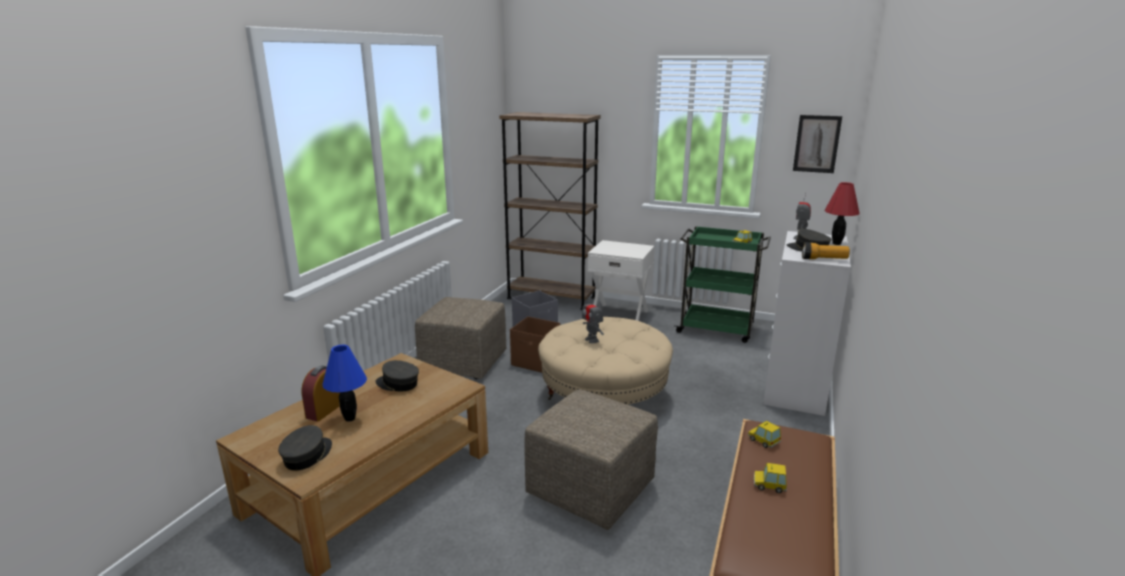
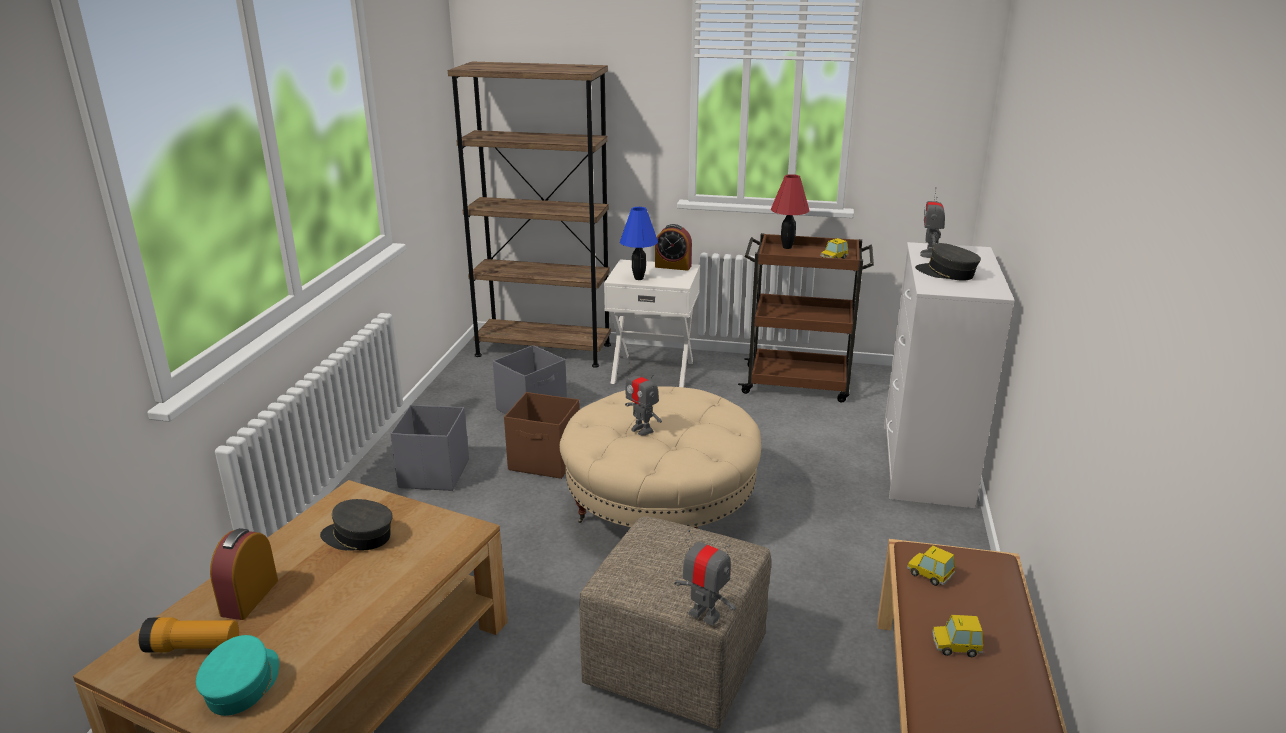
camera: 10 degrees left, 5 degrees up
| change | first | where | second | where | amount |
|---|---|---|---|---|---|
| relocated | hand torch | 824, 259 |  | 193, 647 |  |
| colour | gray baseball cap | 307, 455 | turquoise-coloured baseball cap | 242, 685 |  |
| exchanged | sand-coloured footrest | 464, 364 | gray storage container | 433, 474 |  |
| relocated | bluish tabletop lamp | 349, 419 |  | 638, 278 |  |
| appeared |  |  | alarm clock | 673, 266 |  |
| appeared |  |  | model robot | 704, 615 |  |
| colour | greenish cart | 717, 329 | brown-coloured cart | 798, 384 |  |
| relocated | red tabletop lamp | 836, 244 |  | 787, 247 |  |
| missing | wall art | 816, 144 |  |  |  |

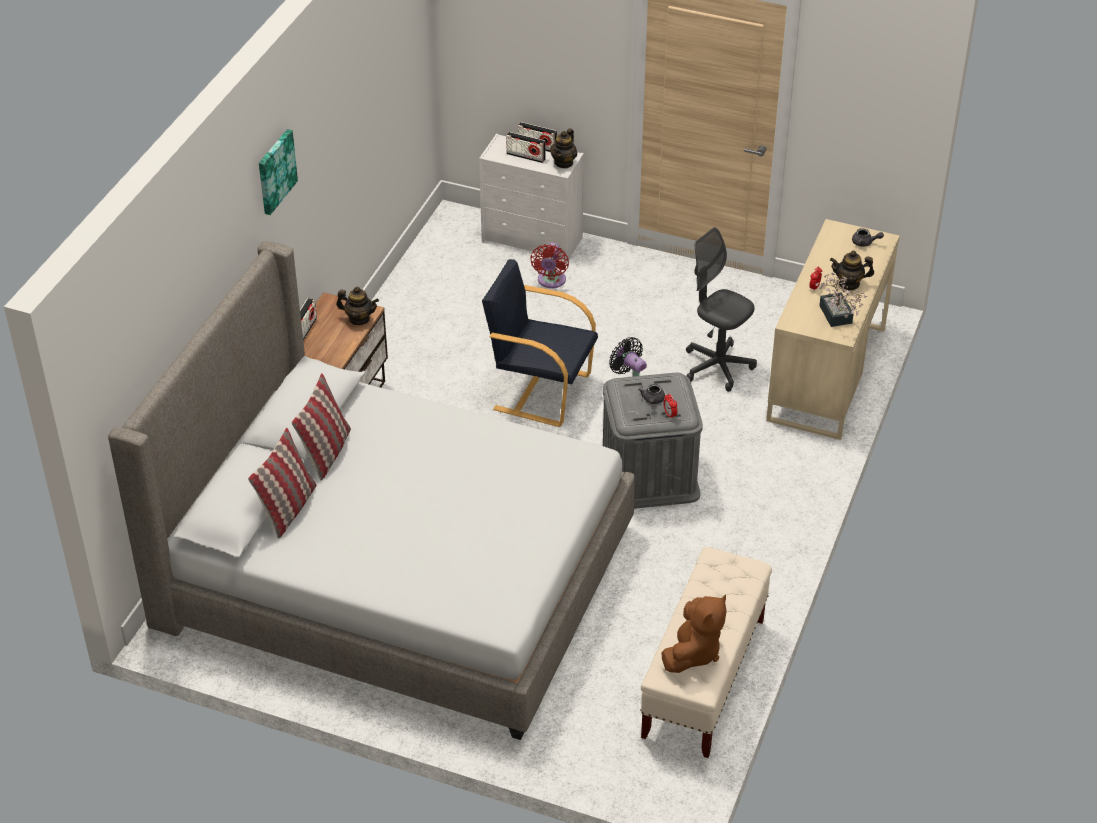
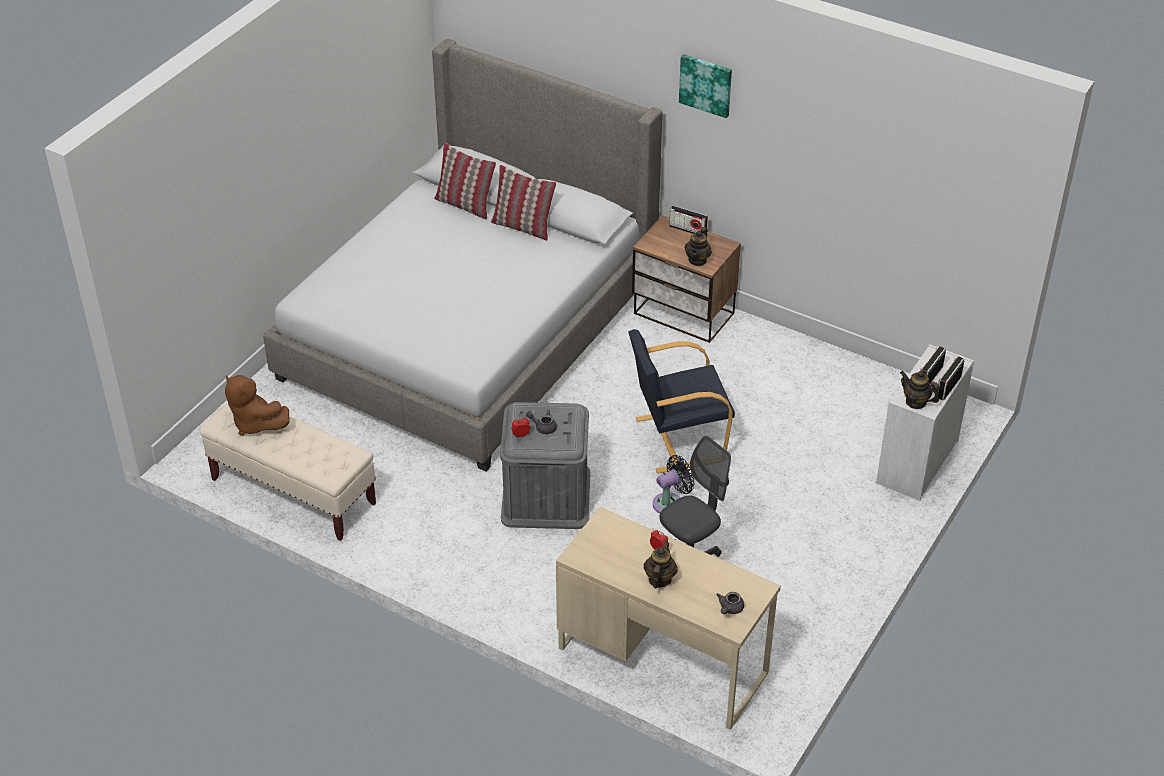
camera: 100 degrees right, 0 degrees up
| change | first | where | second | where | amount |
|---|---|---|---|---|---|
| spun | blackish lounge chair | 540, 391 |  | 677, 439 | 135 degrees counterclockwise |
| missing | red fan | 551, 281 |  |  |  |
| missing | potted plant | 836, 317 |  |  |  |

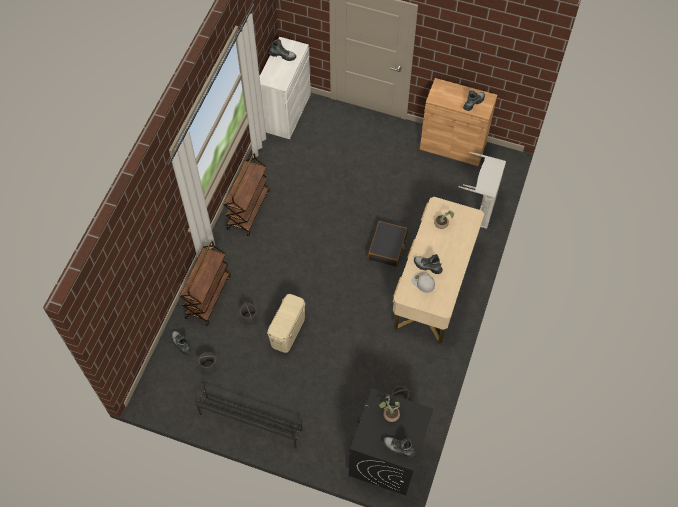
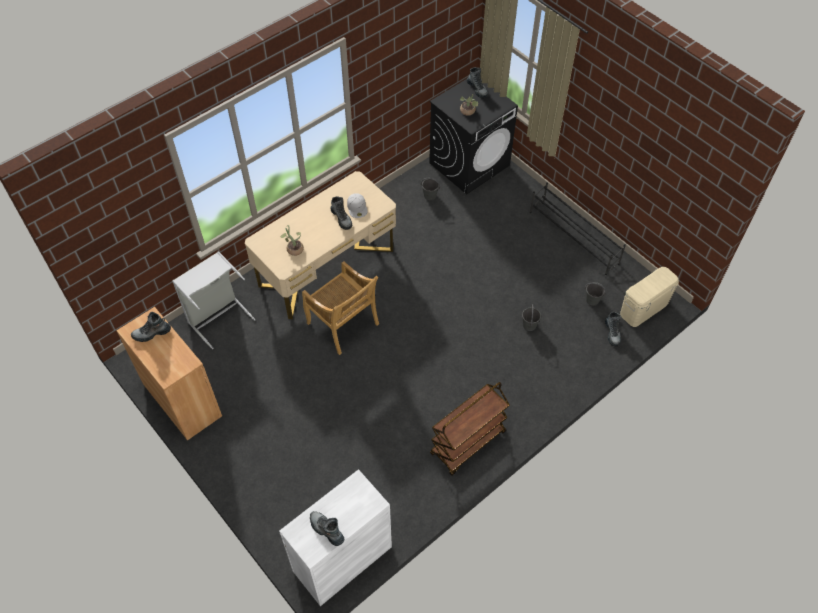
camera: 150 degrees left, 5 degrees down
| change | first | where | second | where | amount |
|---|---|---|---|---|---|
| exchanged | blackish suitcase | 387, 247 | sand-coloured upright chair | 343, 325 |  |
| relocated | sand-coloured storage container | 287, 331 |  | 644, 308 |  |
| missing | brown-coloured cart | 208, 296 |  |  |  |

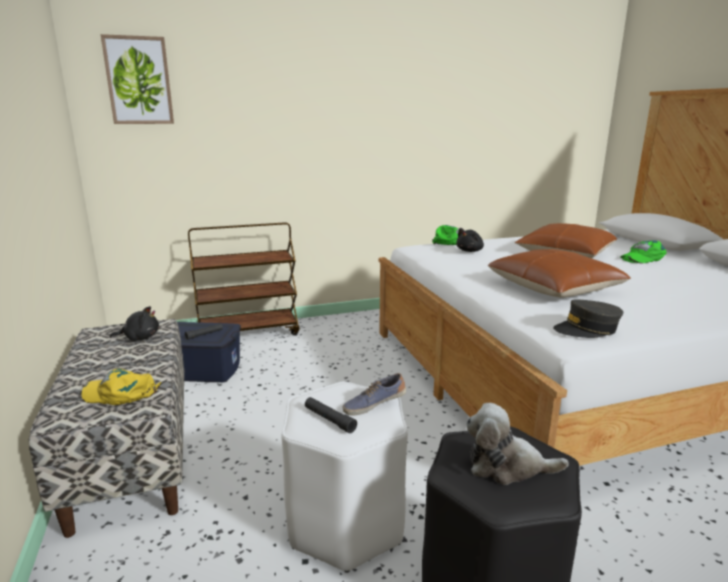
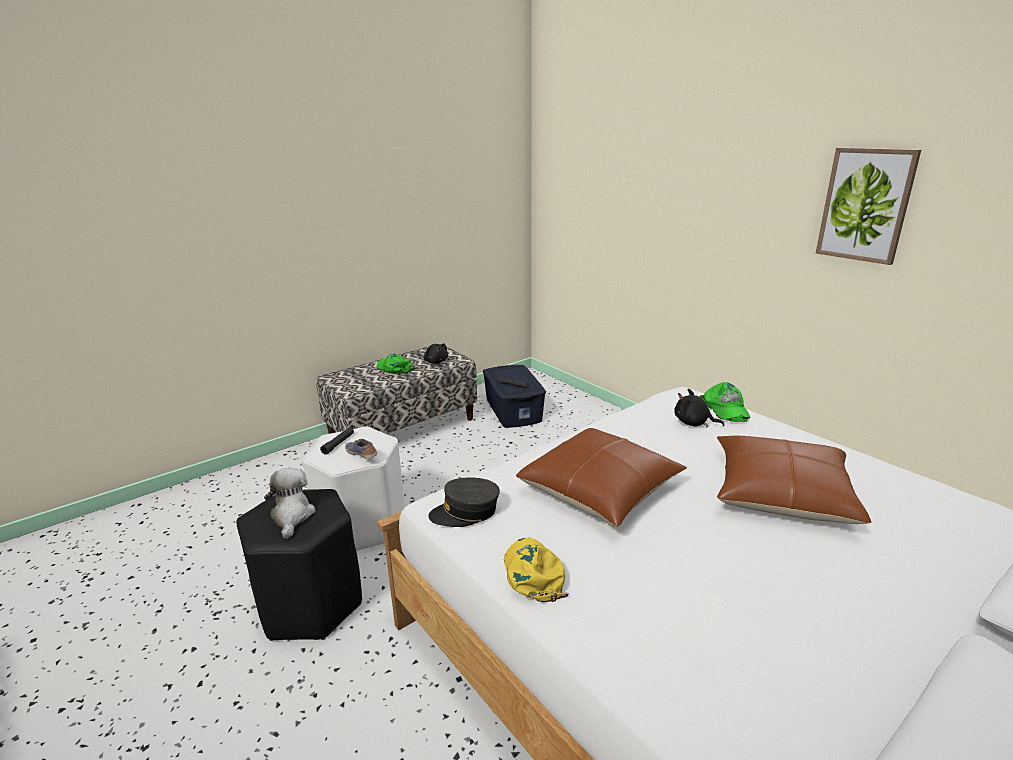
camera: 70 degrees right, 5 degrees up
| change | first | where | second | where | amount |
|---|---|---|---|---|---|
| relocated | greenish baseball cap | 642, 258 |  | 394, 368 |  |
| spun | gray baseball cap | 587, 329 |  | 465, 512 | 75 degrees counterclockwise |
| relocated | yellow-coloured baseball cap | 120, 393 |  | 533, 573 |  |
| relocated | wall art | 139, 81 |  | 865, 205 |  |
| missing | brown-coloured cart | 248, 332 |  |  |  |

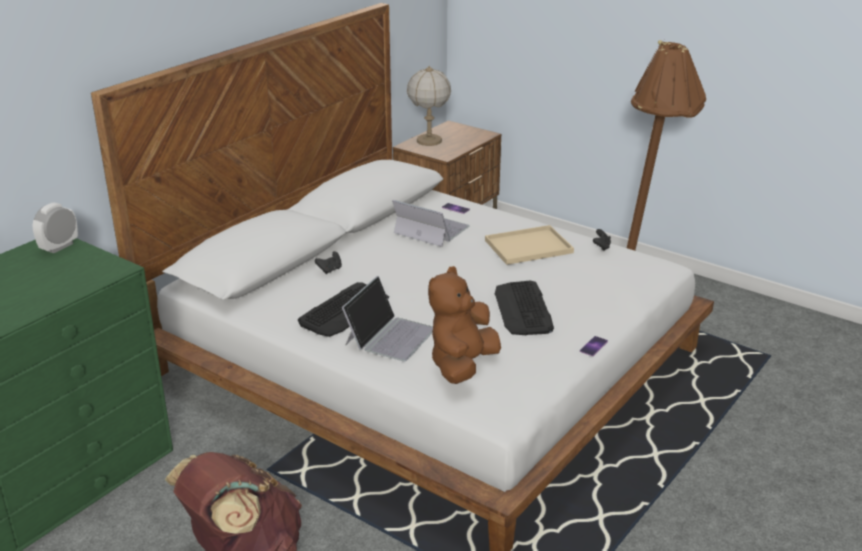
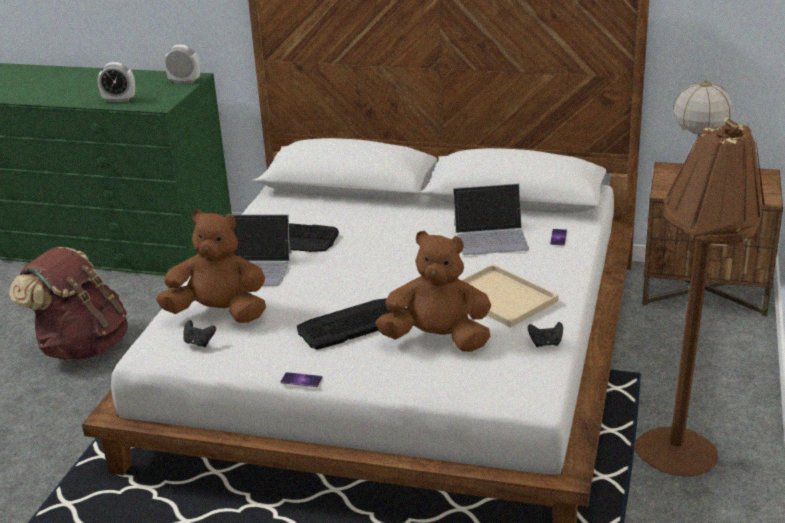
camera: 70 degrees right, 0 degrees up
| change | first | where | second | where | amount |
|---|---|---|---|---|---|
| appeared |  |  | alarm clock | 119, 100 |  |
| relocated | blackish game controller | 330, 270 |  | 199, 343 |  |
| appeared |  |  | brown-coloured plush toy | 437, 340 |  |
| spun | laptop | 431, 230 |  | 491, 237 | 75 degrees clockwise |

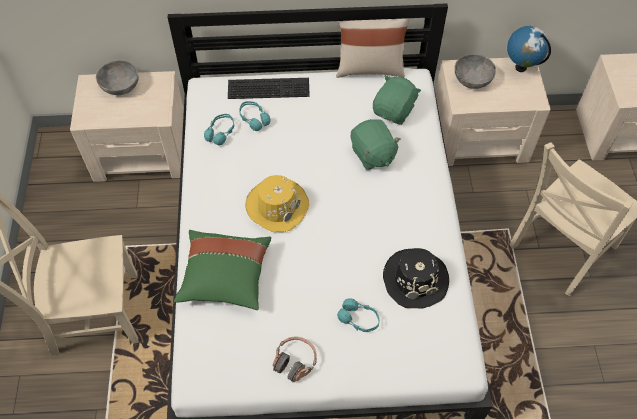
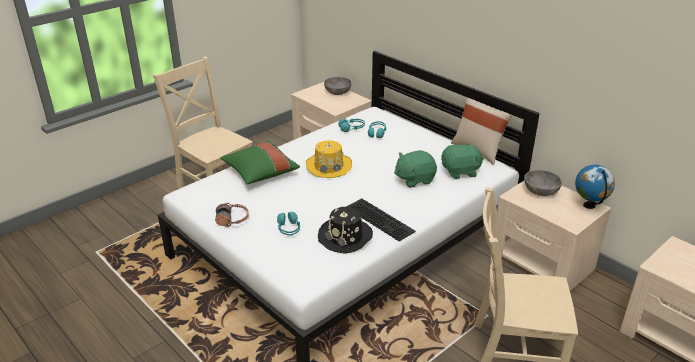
camera: 50 degrees right, 25 degrees down
| change | first | where | second | where | amount |
|---|---|---|---|---|---|
| relocated | keyboard | 269, 87 |  | 381, 219 |  |
| spun | greenish plush toy | 372, 154 |  | 414, 179 | 45 degrees clockwise |

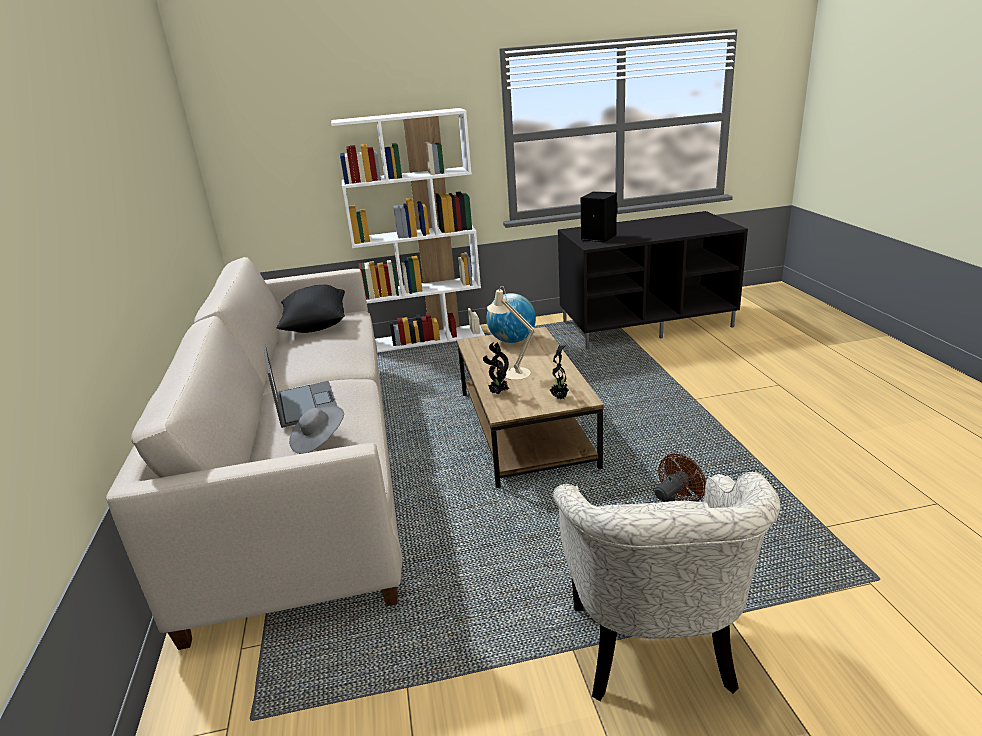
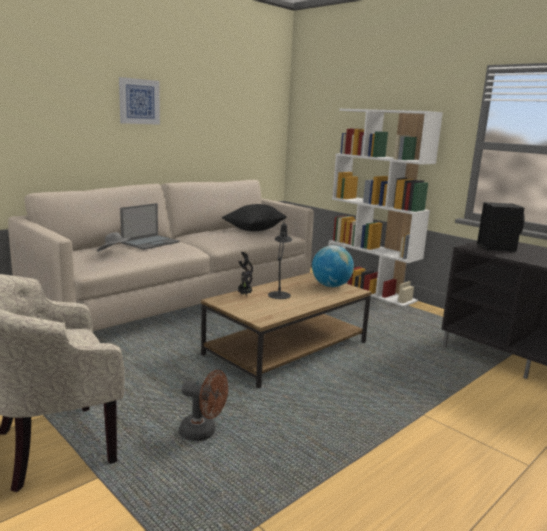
camera: 55 degrees right, 10 degrees down
| change | first | where | second | where | amount |
|---|---|---|---|---|---|
| appeared |  |  | wall art | 139, 101 |  |
| colour | sand-coloured tabletop lamp | 513, 372 | blackish tabletop lamp | 279, 294 |  |
| missing | potted plant | 560, 398 |  |  |  |

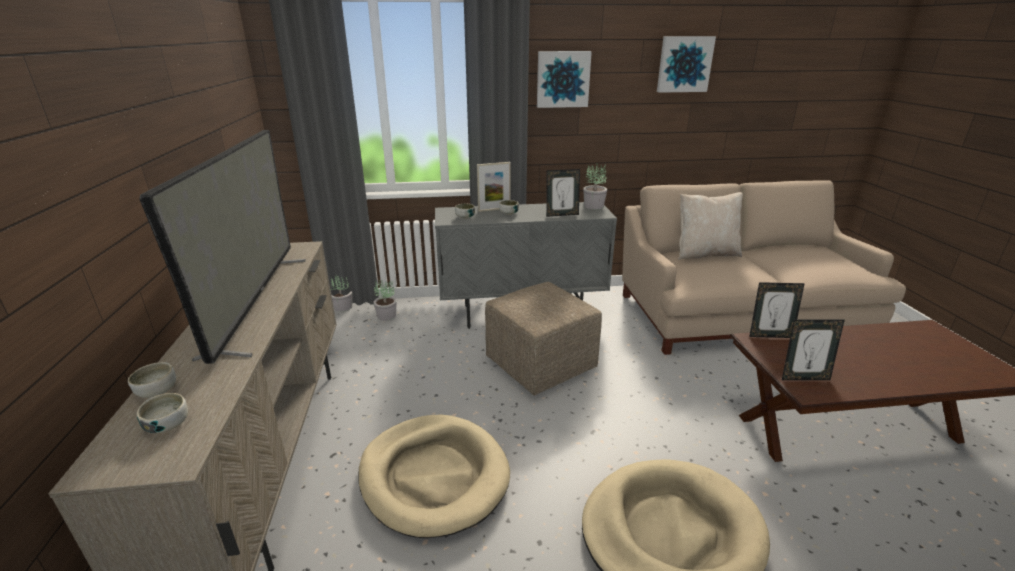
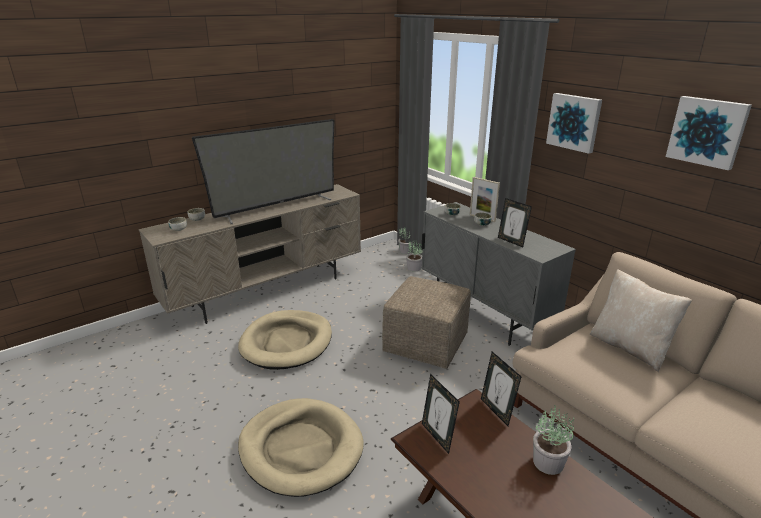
camera: 60 degrees right, 0 degrees up
| change | first | where | second | where | amount |
|---|---|---|---|---|---|
| relocated | potted plant | 594, 206 |  | 549, 462 |  |

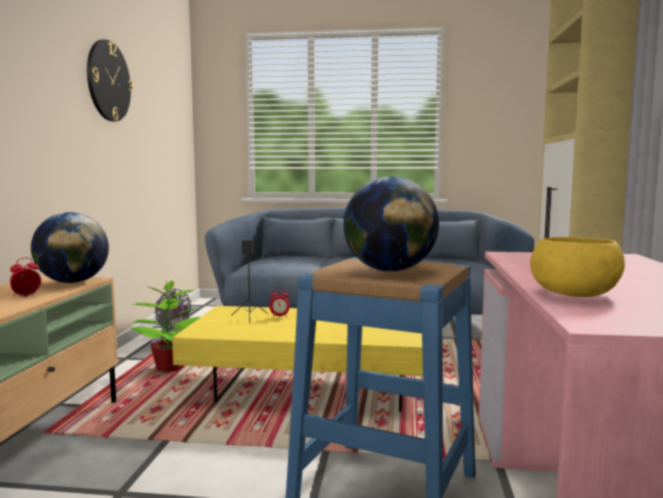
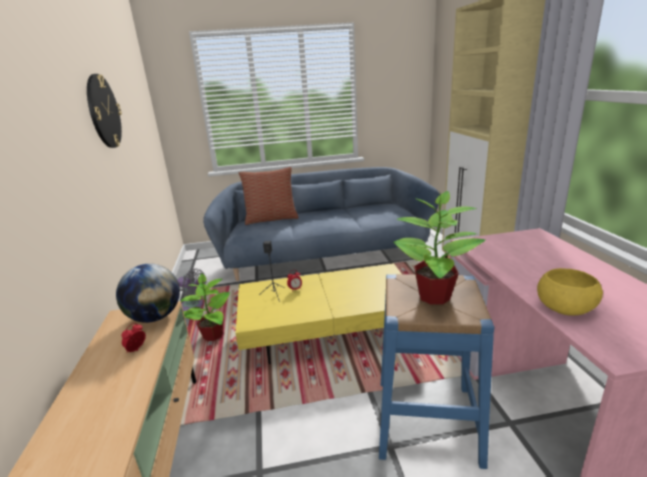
camera: 15 degrees left, 15 degrees up
| change | first | where | second | where | amount |
|---|---|---|---|---|---|
| appeared |  |  | cushion | 271, 219 |  |
| exchanged | desk globe | 389, 271 | potted plant | 433, 296 |  |

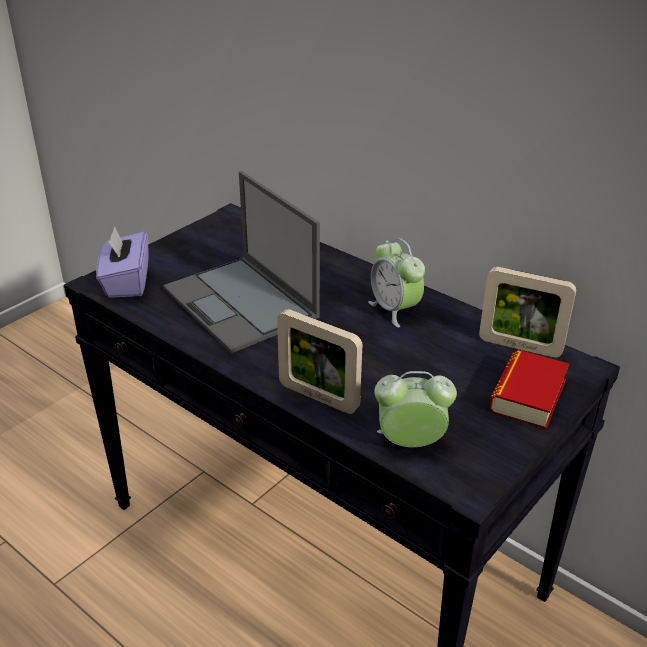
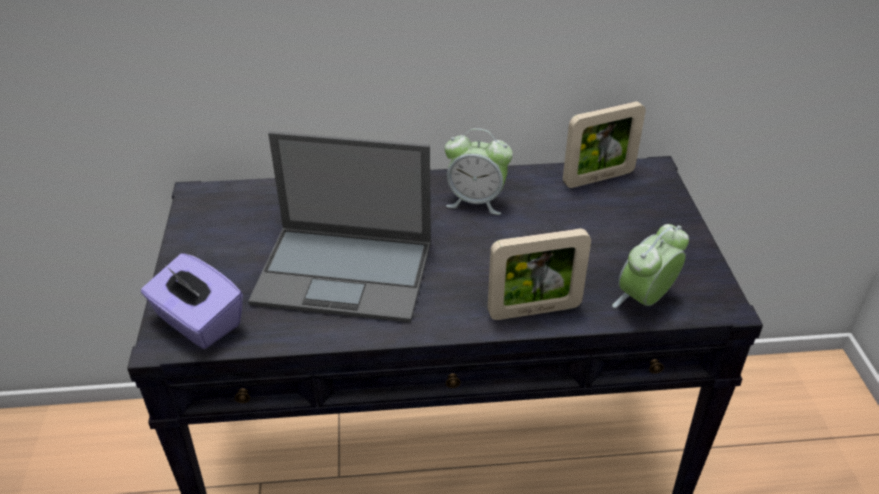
camera: 45 degrees left, 5 degrees up
| change | first | where | second | where | amount |
|---|---|---|---|---|---|
| missing | book | 528, 395 |  |  |  |

